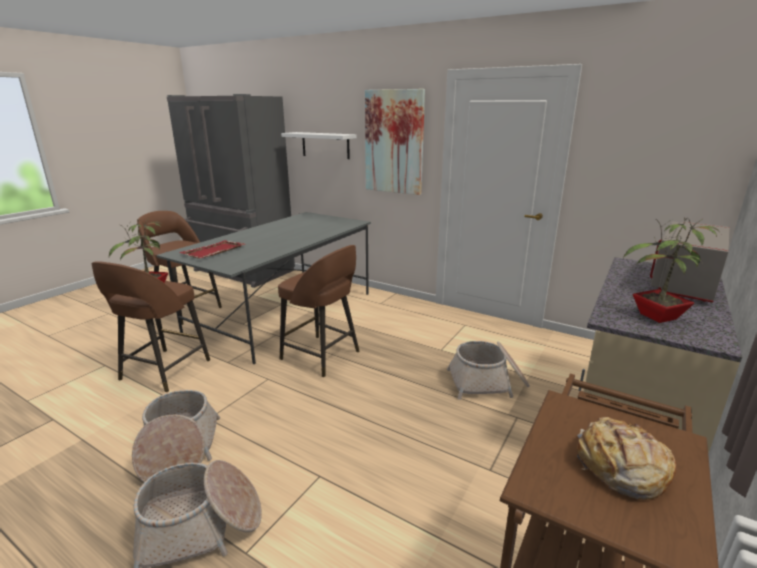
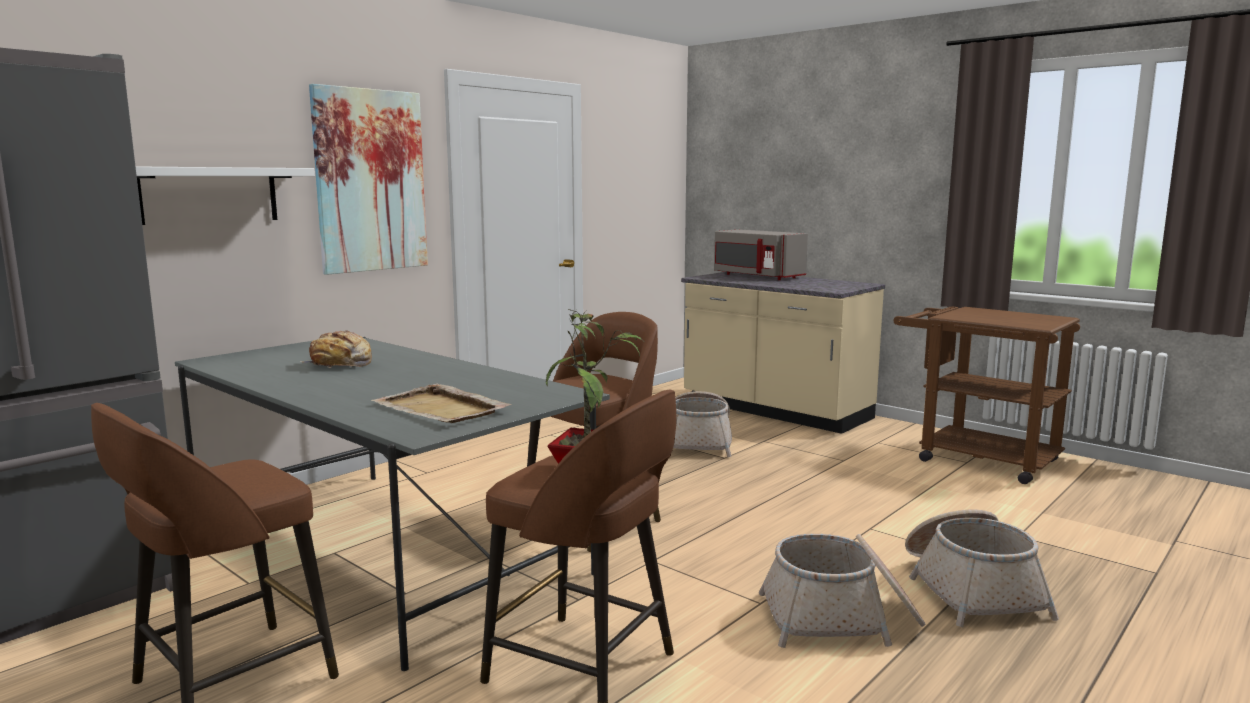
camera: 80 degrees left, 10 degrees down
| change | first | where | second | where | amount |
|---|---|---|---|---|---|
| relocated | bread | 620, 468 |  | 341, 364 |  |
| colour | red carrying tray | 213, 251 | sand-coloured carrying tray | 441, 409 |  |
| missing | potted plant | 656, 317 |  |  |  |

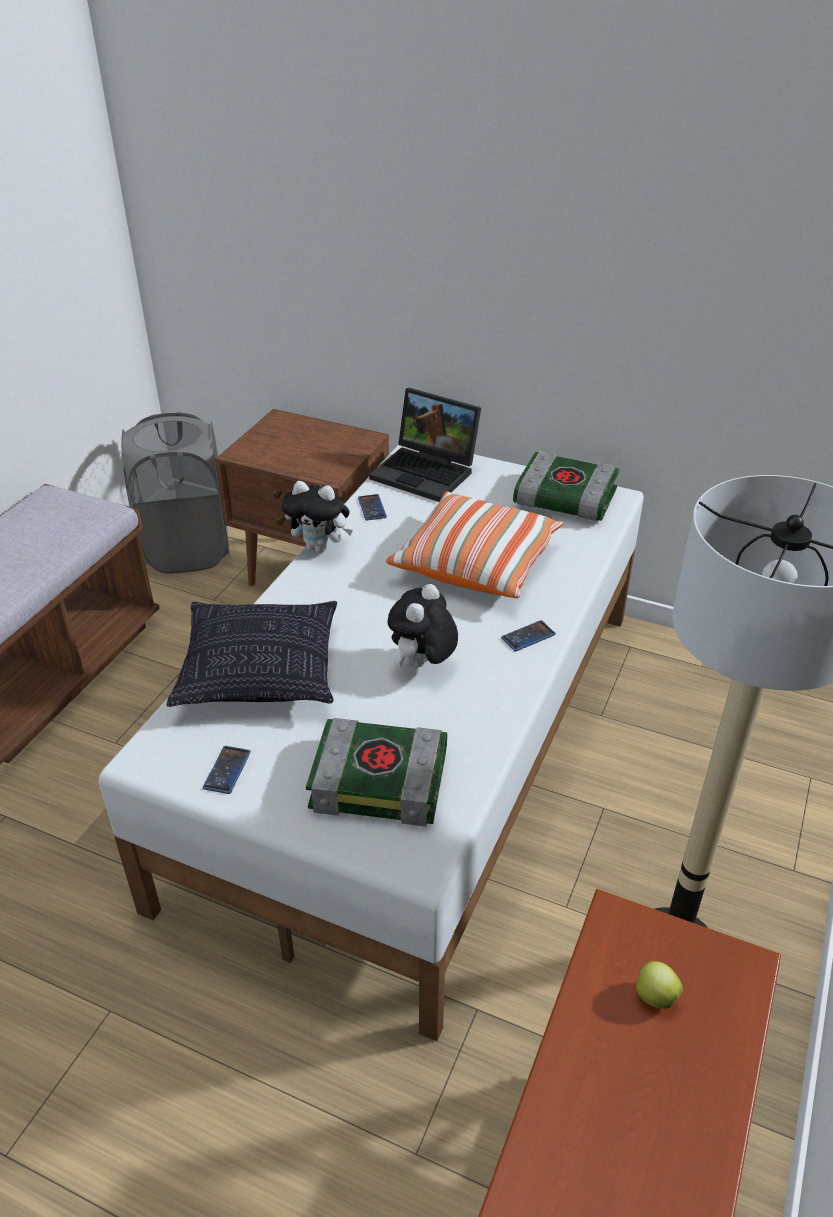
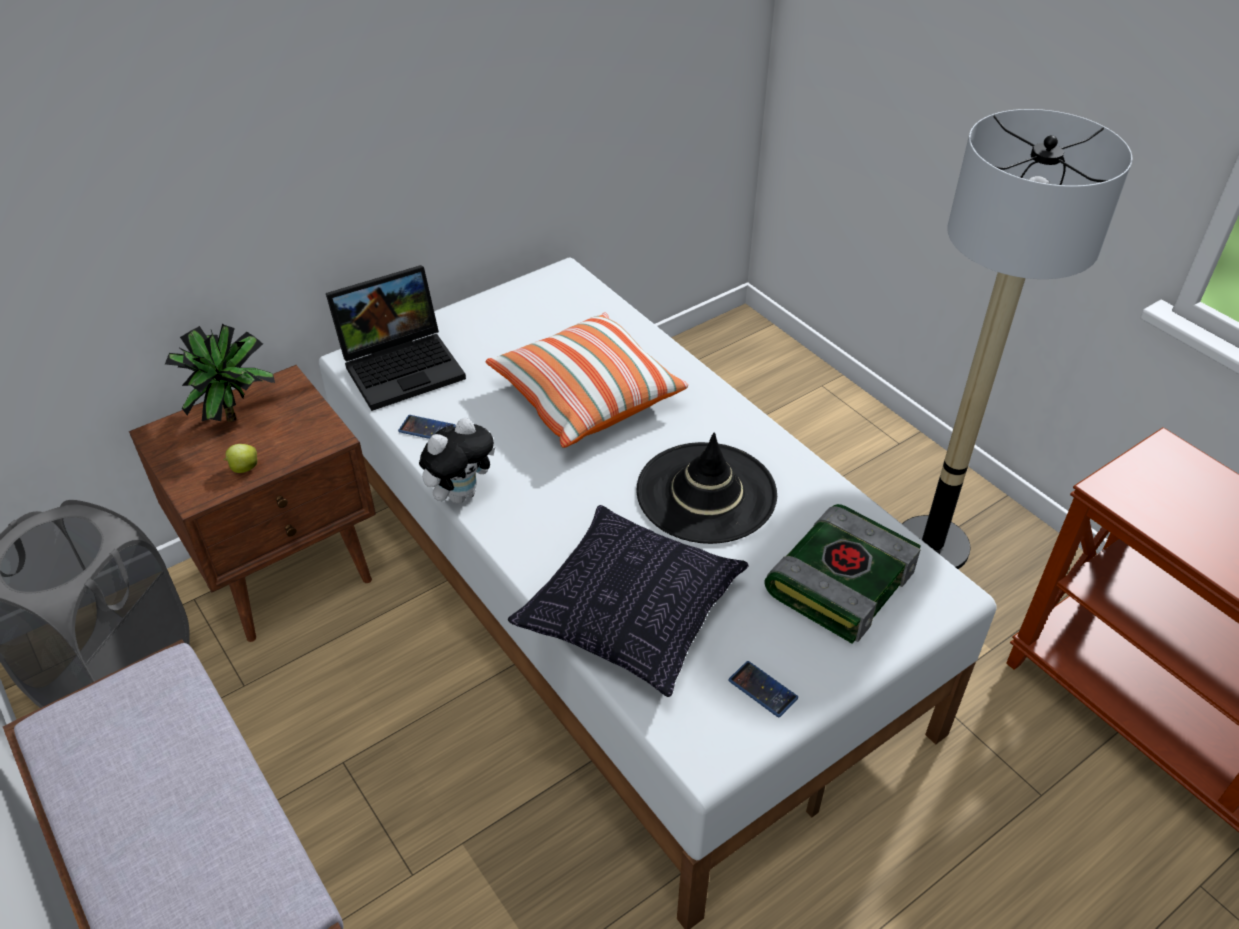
camera: 60 degrees left, 5 degrees up
| change | first | where | second | where | amount |
|---|---|---|---|---|---|
| appeared |  |  | potted plant | 233, 414 |  |
| relocated | apple | 654, 995 |  | 244, 468 |  |
| exchanged | plush toy | 422, 665 | blackish clothing hat | 706, 493 |  |
| missing | handset | 528, 636 |  |  |  |
| missing | book | 563, 499 |  |  |  |

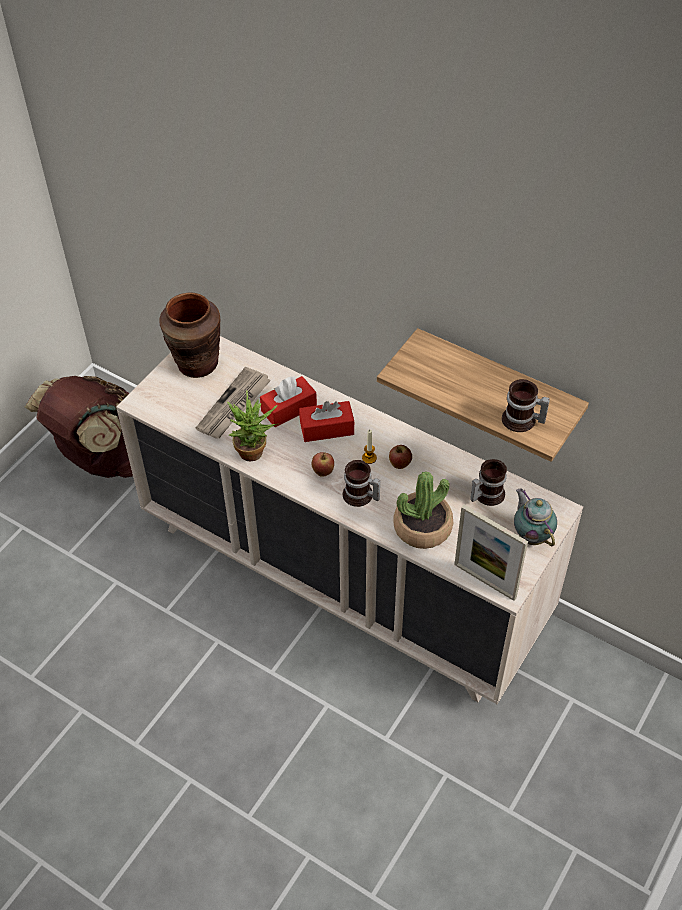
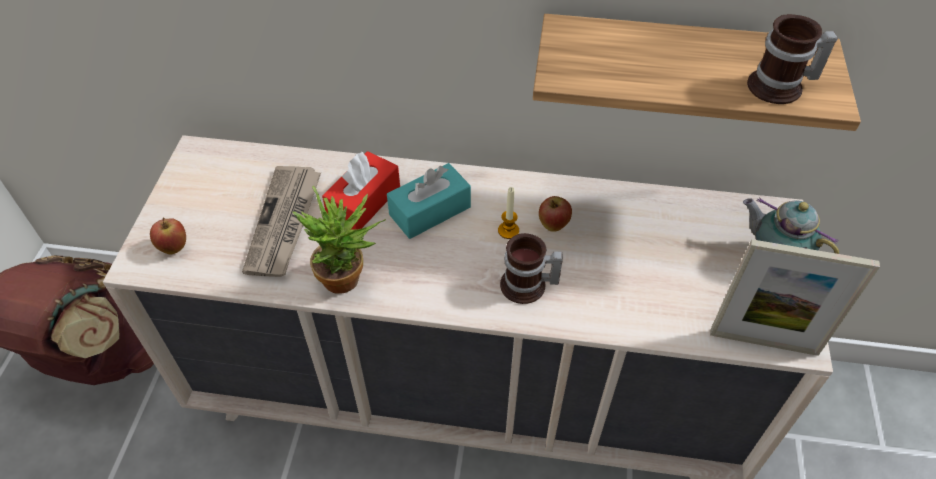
camera: 25 degrees left, 0 degrees up
| change | first | where | second | where | amount |
|---|---|---|---|---|---|
| relocated | apple | 323, 472 |  | 174, 248 |  |
| colour | red tissue box | 327, 428 | turquoise-coloured tissue box | 430, 211 |  |
| missing | brown-coloured decorative vase | 197, 364 |  |  |  |
| missing | potted plant | 422, 527 |  |  |  |
| missing | mug | 486, 494 |  |  |  |

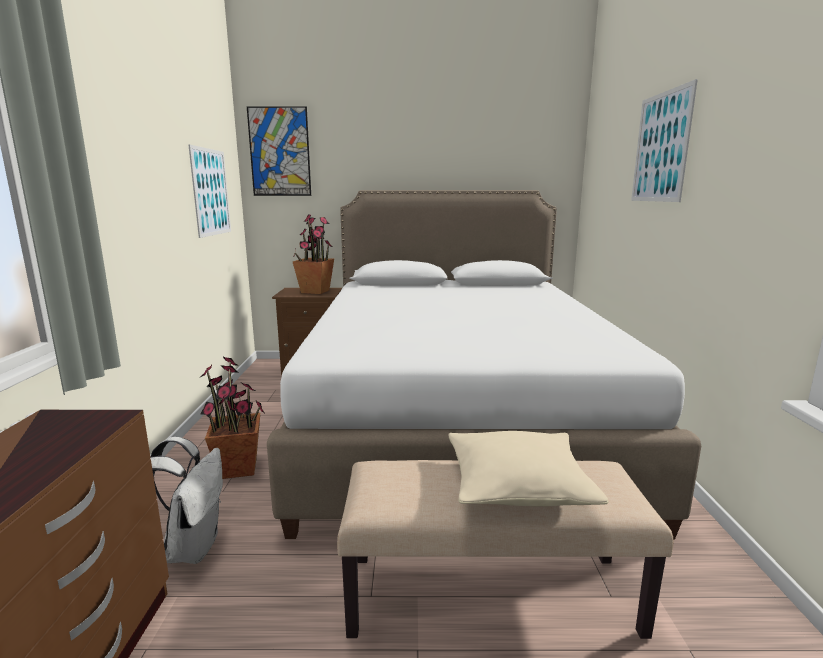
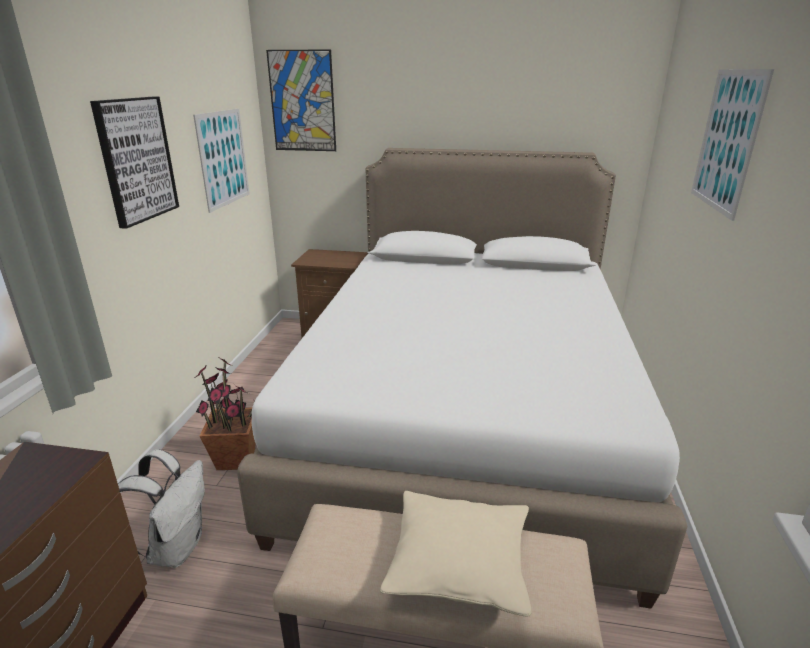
camera: 10 degrees right, 10 degrees up
| change | first | where | second | where | amount |
|---|---|---|---|---|---|
| appeared |  |  | wall art | 136, 160 |  |
| missing | potted plant | 315, 291 |  |  |  |

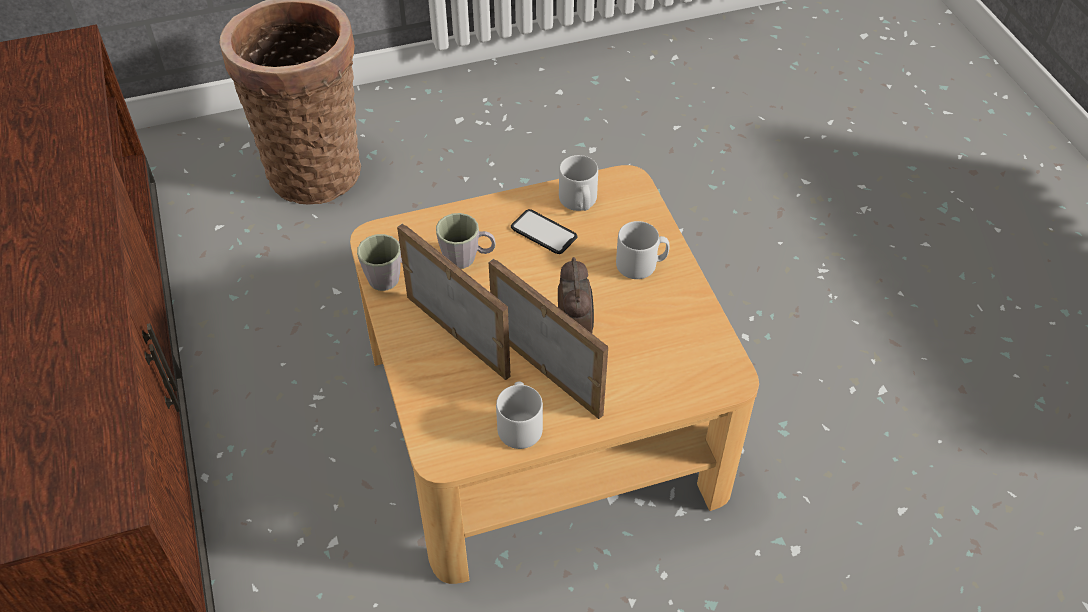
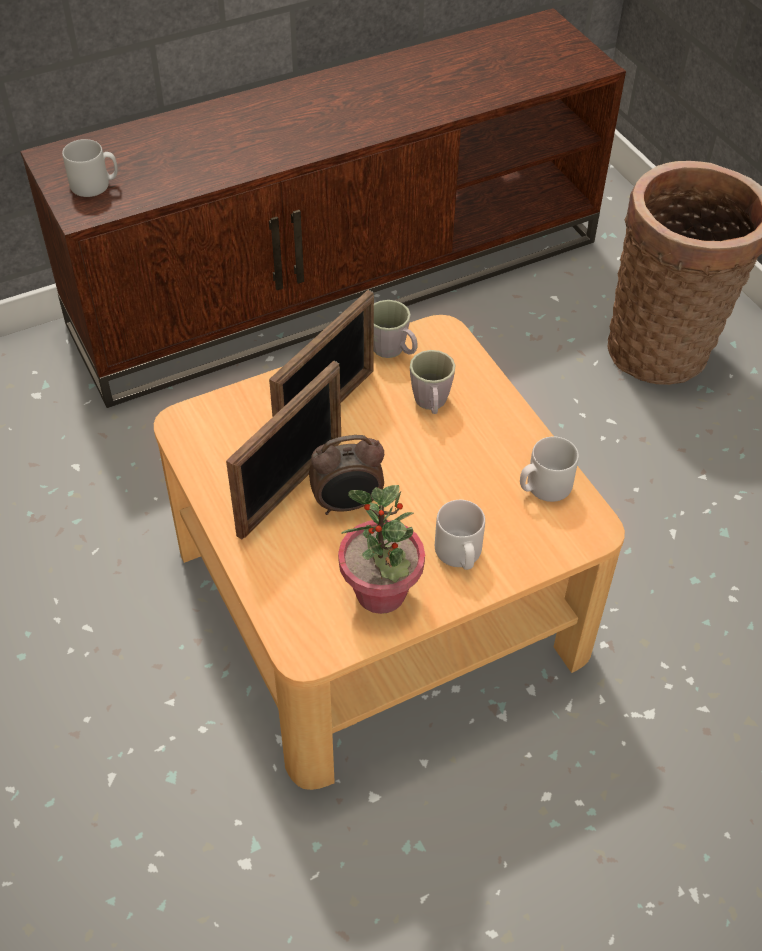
camera: 80 degrees right, 0 degrees up
| change | first | where | second | where | amount |
|---|---|---|---|---|---|
| relocated | gray mug | 520, 425 |  | 95, 185 |  |
| appeared |  |  | potted plant | 381, 593 |  |
| missing | handset | 543, 232 |  |  |  |

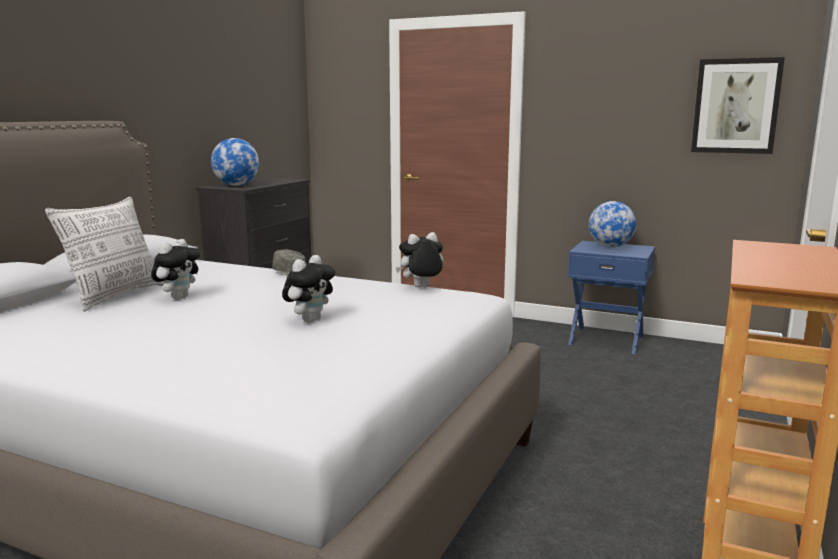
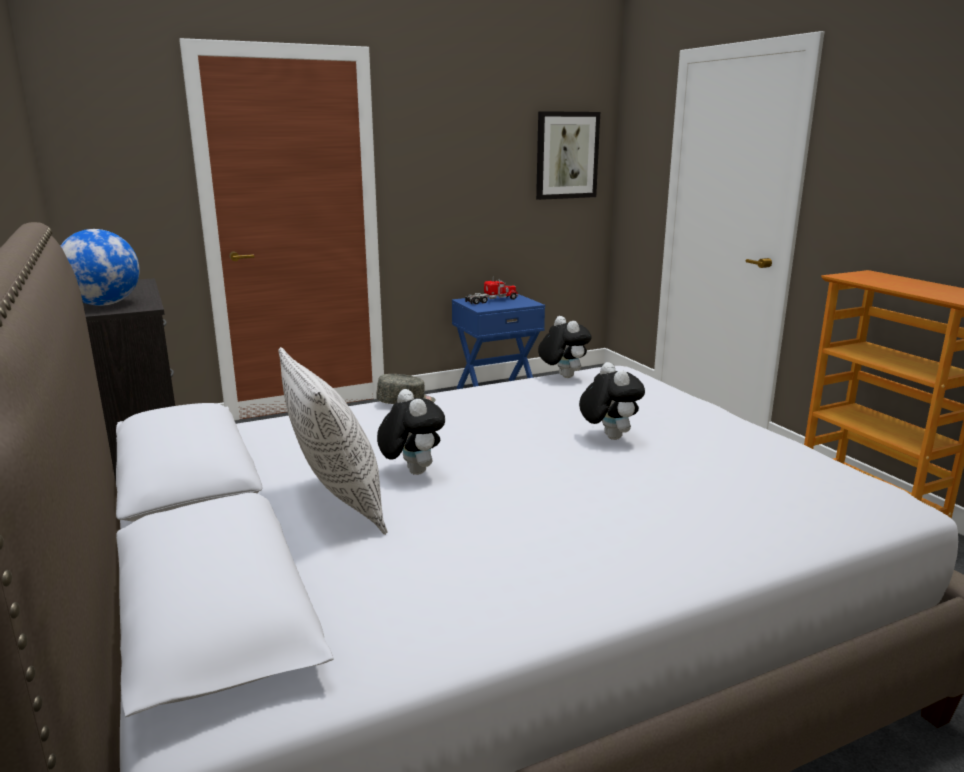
camera: 50 degrees left, 5 degrees up
| change | first | where | second | where | amount |
|---|---|---|---|---|---|
| exchanged | desk globe | 610, 247 | model truck | 491, 300 |  |
| spun | plush toy | 421, 288 |  | 562, 376 | 135 degrees clockwise |

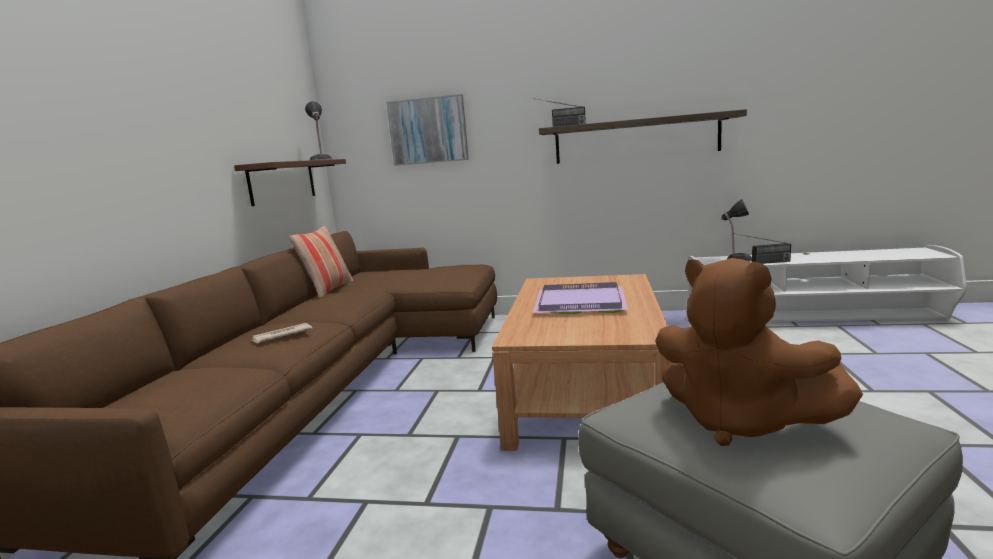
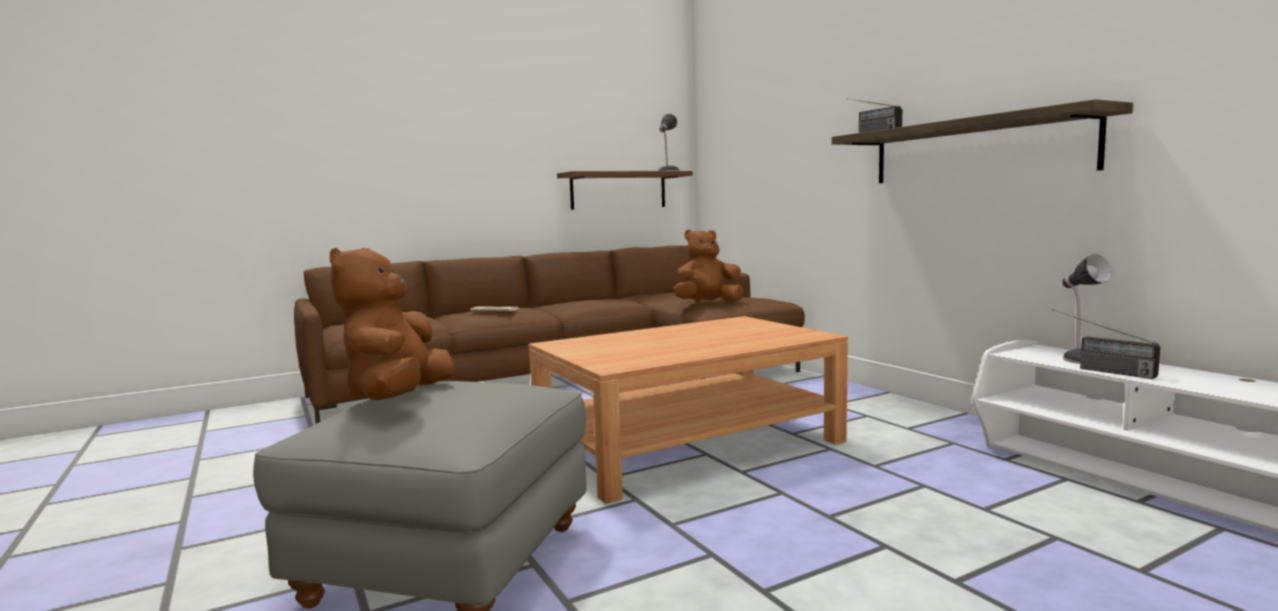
camera: 50 degrees right, 5 degrees down
| change | first | where | second | where | amount |
|---|---|---|---|---|---|
| appeared |  |  | brown-coloured plush toy | 707, 303 |  |
| missing | cushion | 328, 290 |  |  |  |
| missing | wall art | 428, 131 |  |  |  |
| missing | purple-coloured carrying tray | 582, 303 |  |  |  |

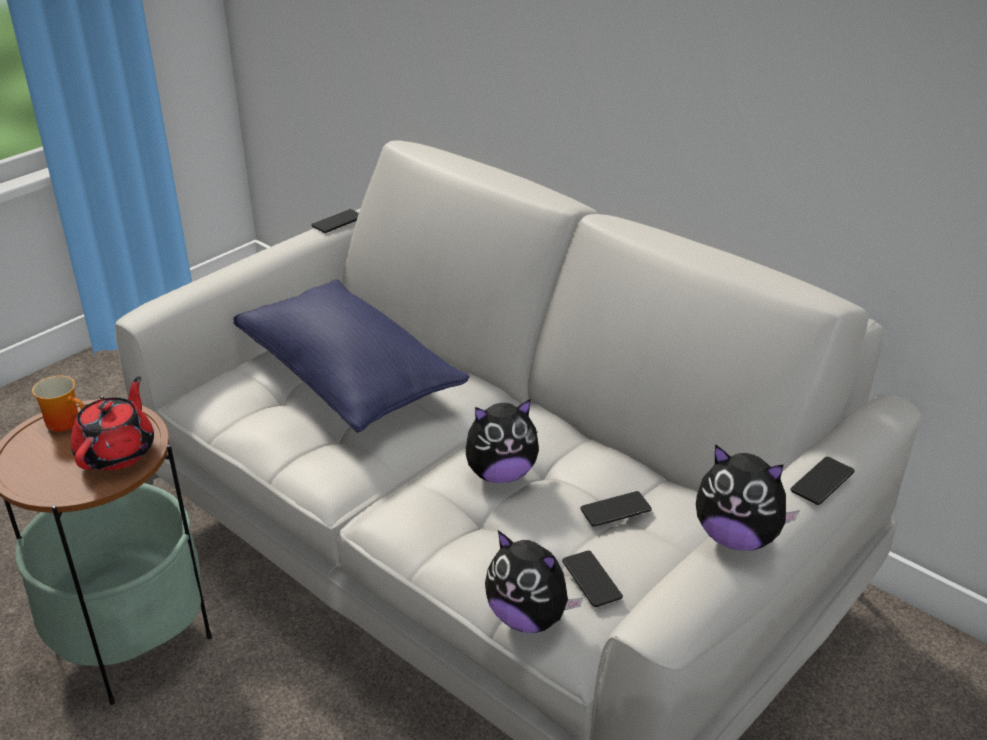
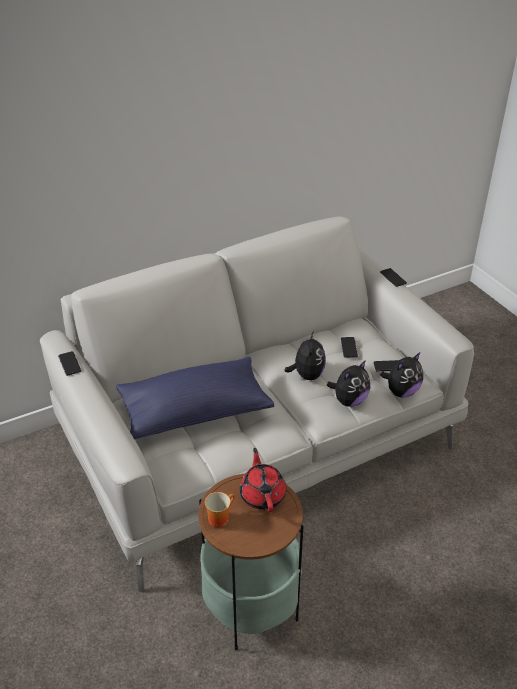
camera: 70 degrees left, 5 degrees up
| change | first | where | second | where | amount |
|---|---|---|---|---|---|
| spun | red teapot | 117, 452 |  | 263, 495 | 45 degrees clockwise |
| relocated | plush toy | 737, 537 |  | 349, 400 |  |

